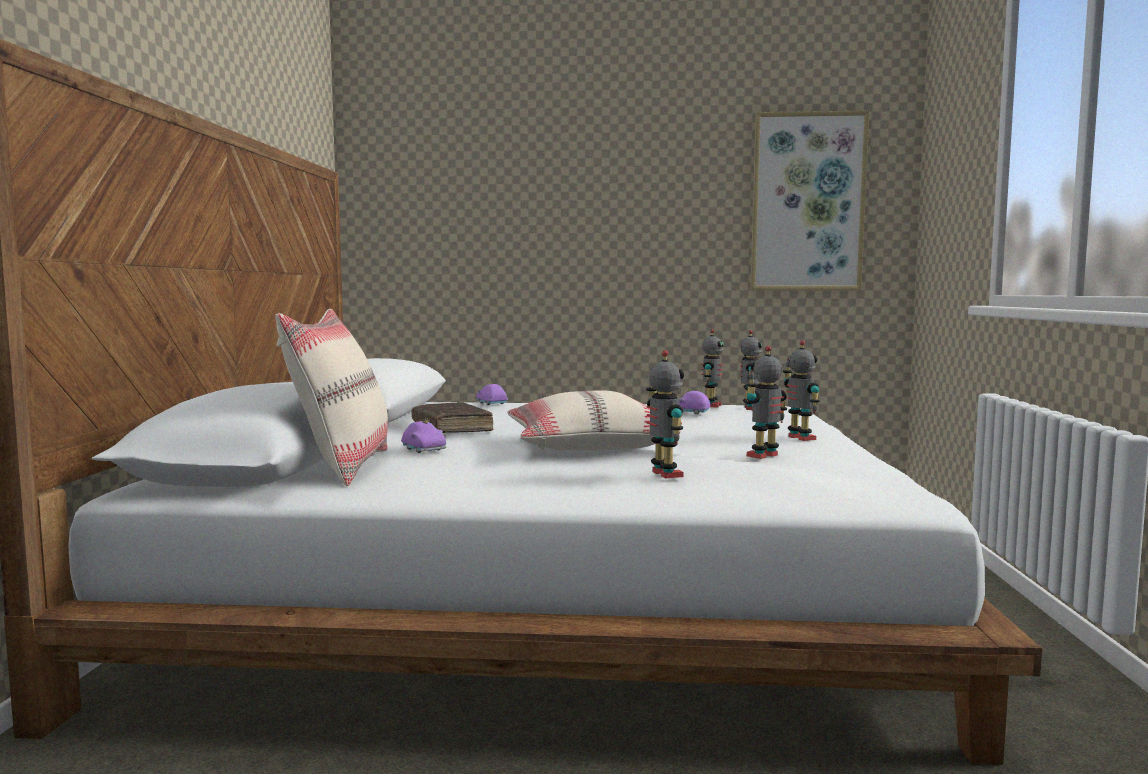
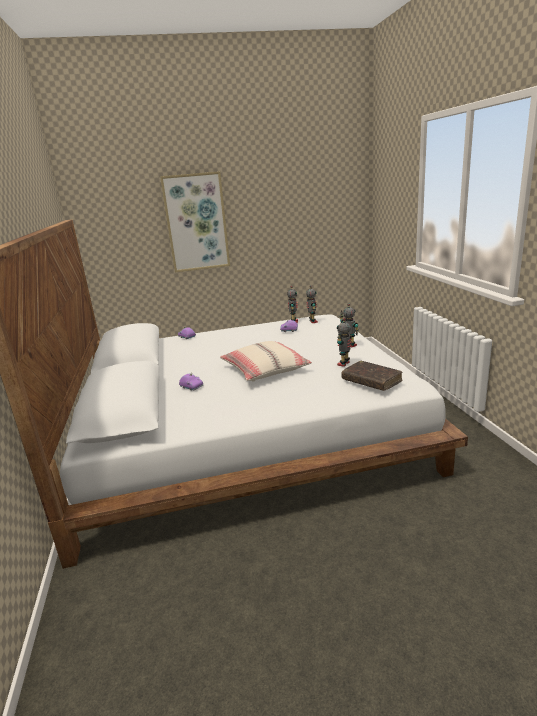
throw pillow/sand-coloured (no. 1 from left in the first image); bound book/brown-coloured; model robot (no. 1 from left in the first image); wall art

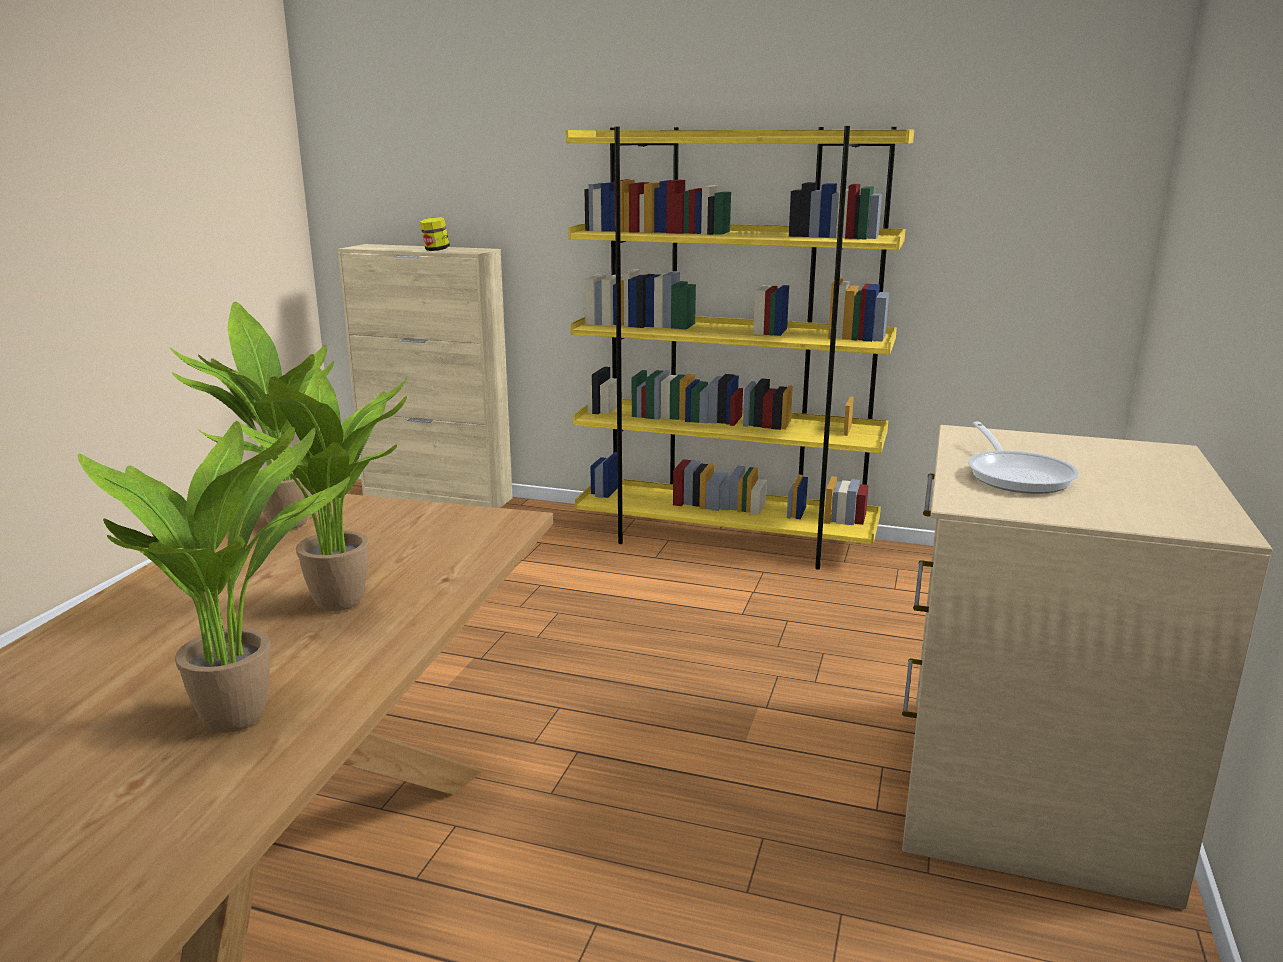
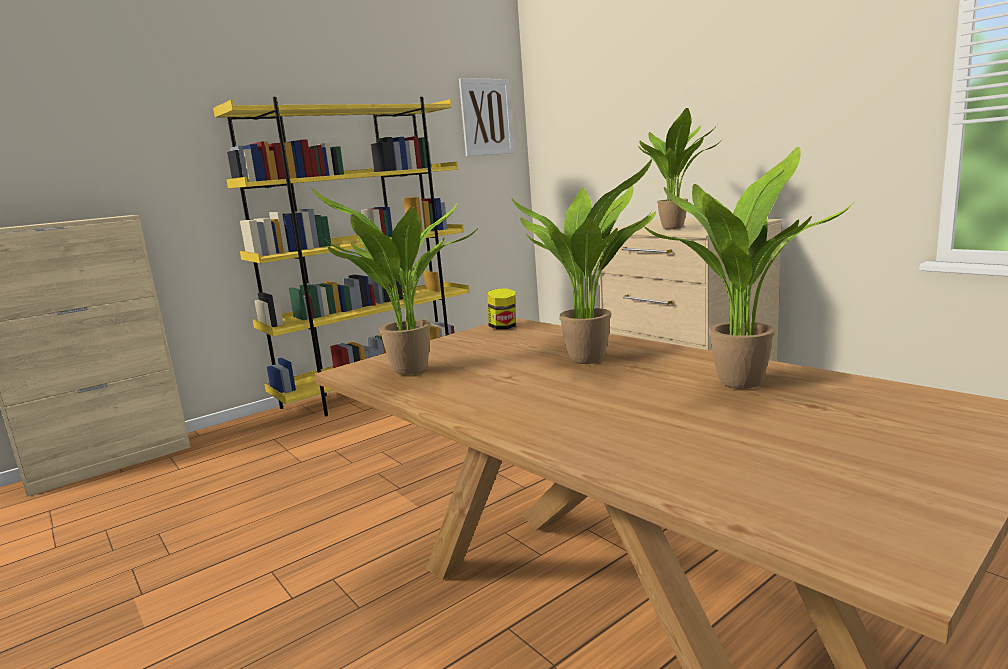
preserve jar; potted plant (no. 3 from left); wall art

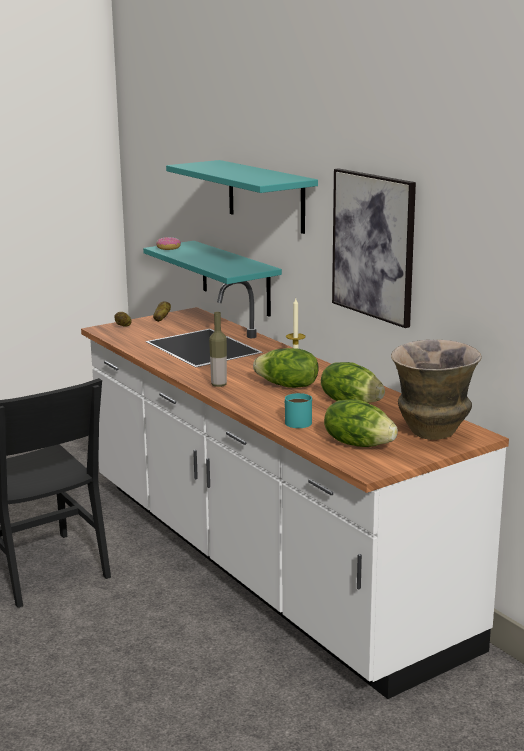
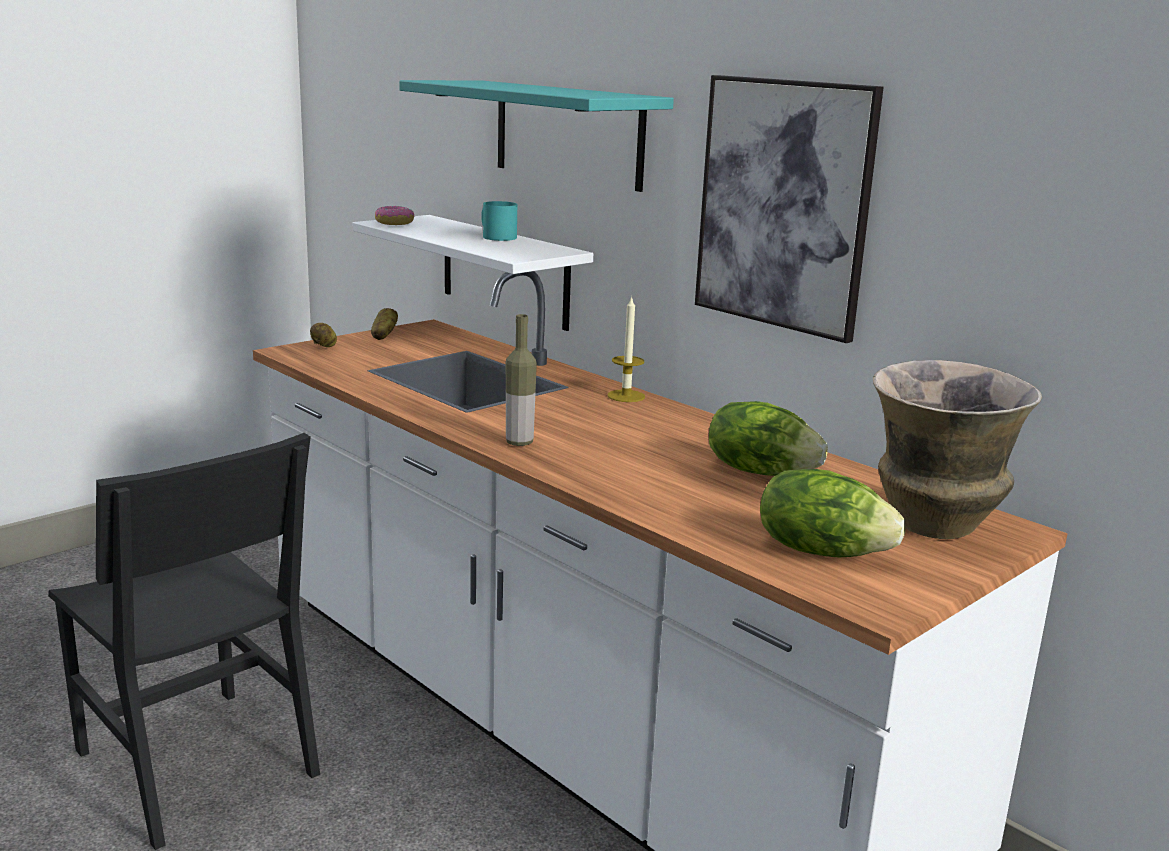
shelf/whitish; lettuce head (no. 1 from left in the first image); coffee mug/turquoise-coloured

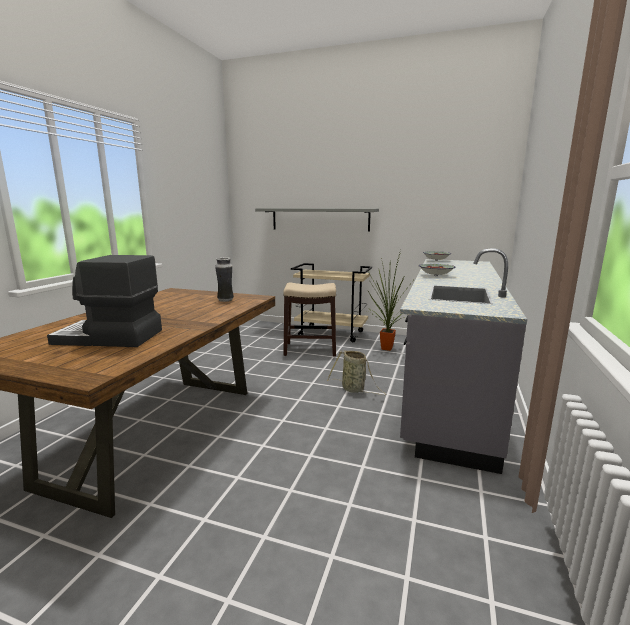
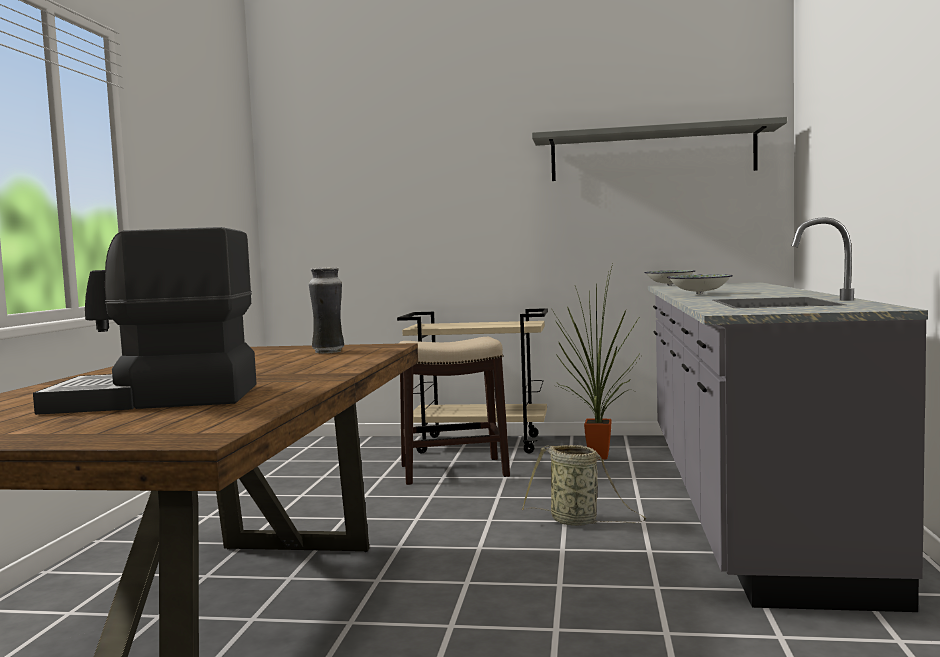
shelf/gray

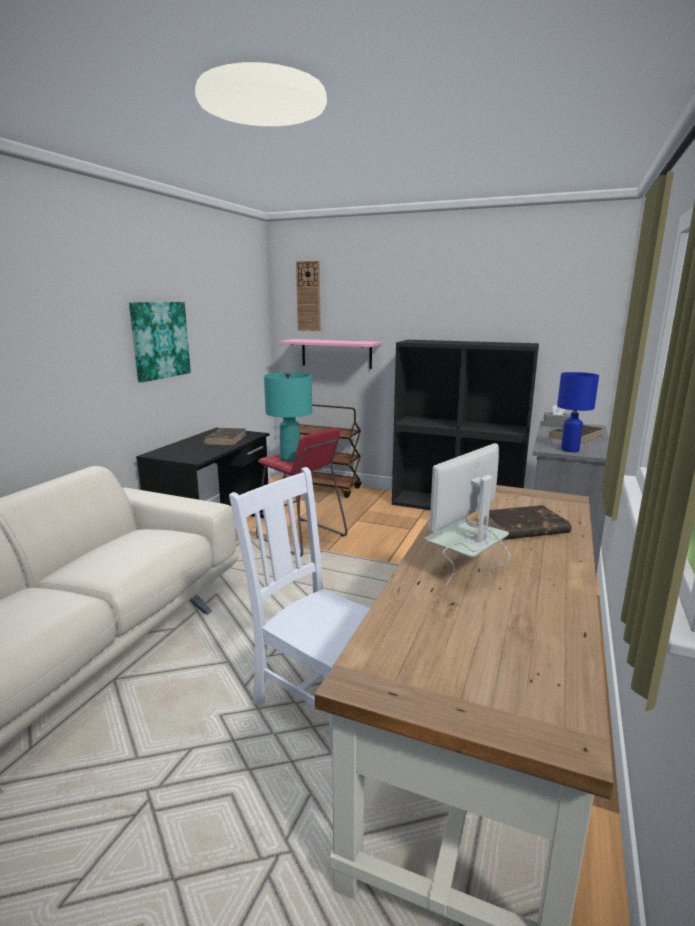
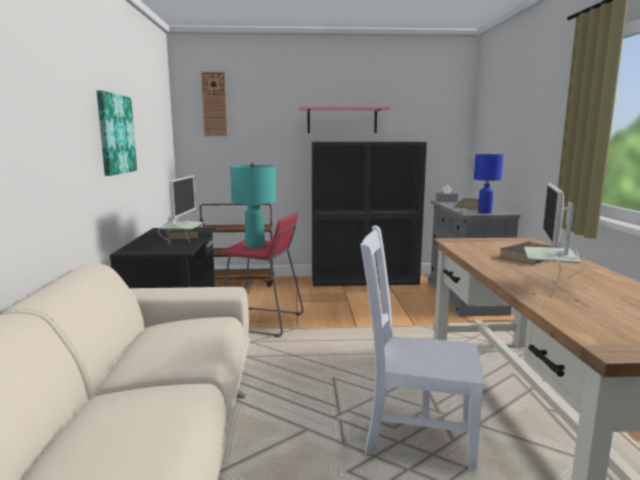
shelf/pink-coloured; computer screen (no. 1 from left)

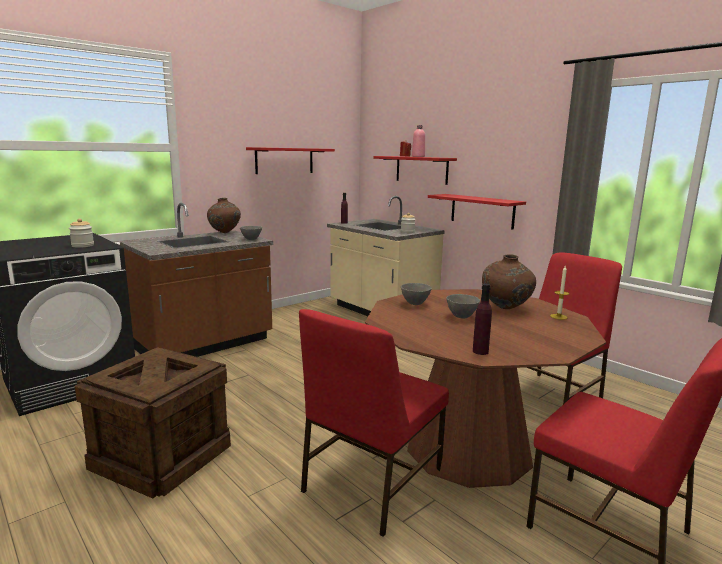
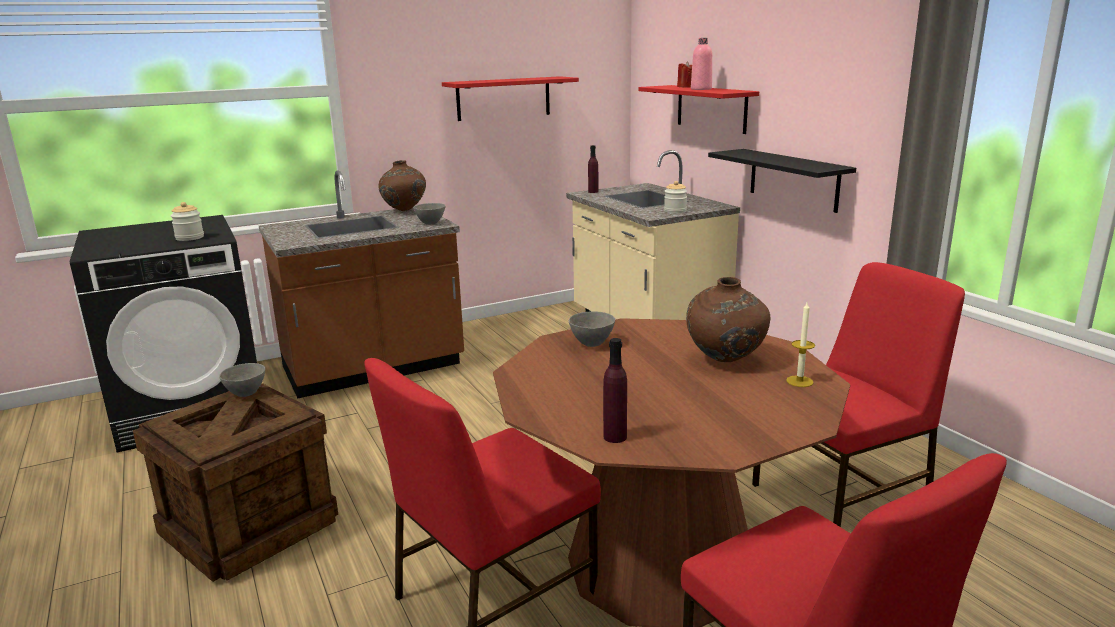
shelf/black-coloured; bowl/gray (no. 1 from left)

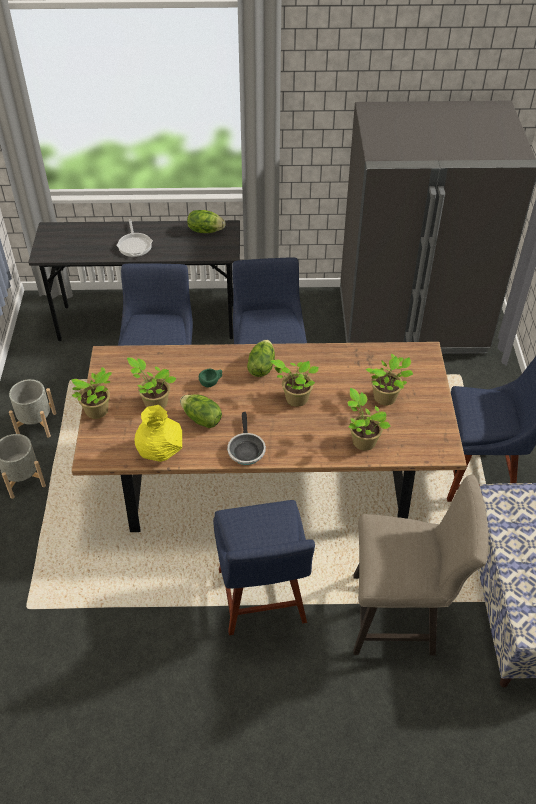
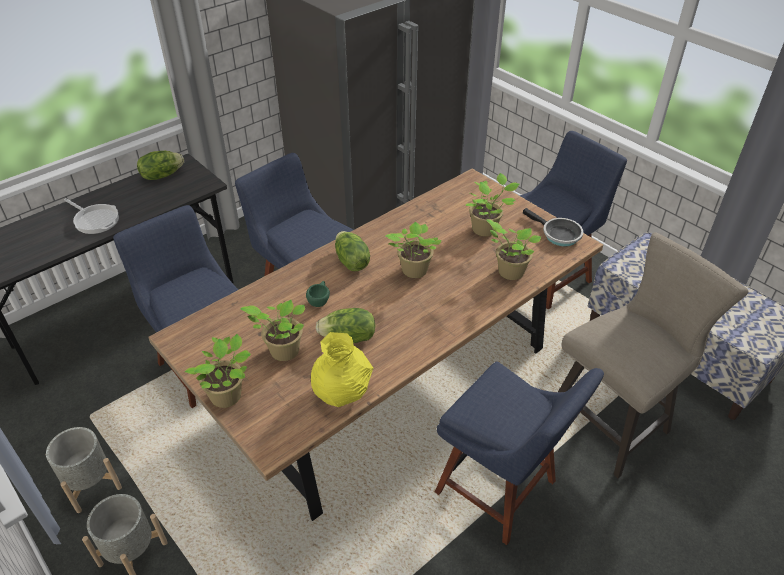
frying pan (no. 2 from left)

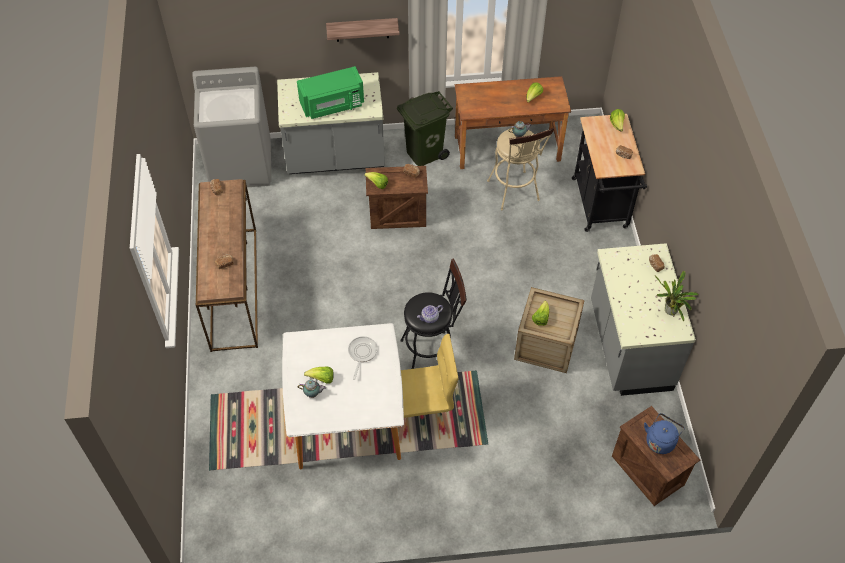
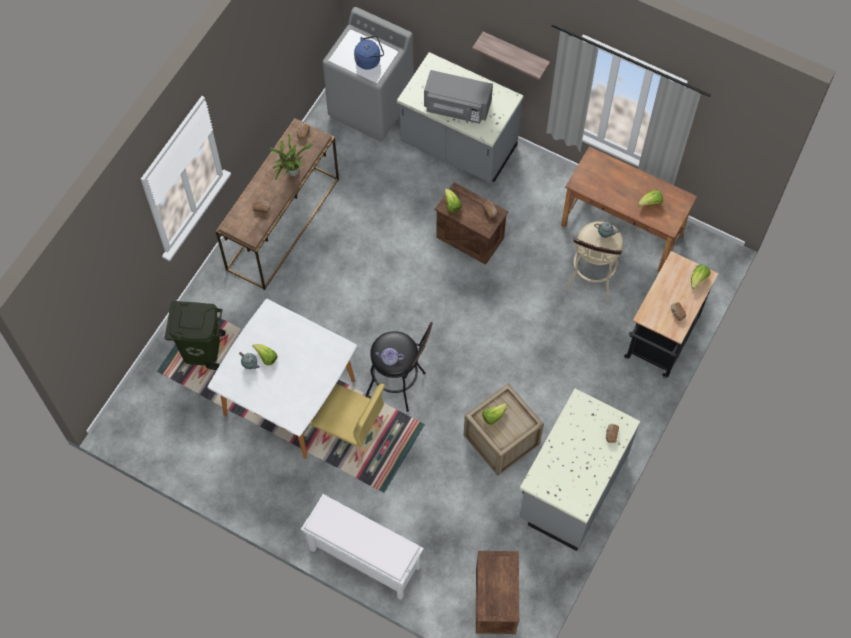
microwave oven/gray; frying pan; waste bin/green-coloured; tea kettle/bluish; potted plant; long seat/whitish

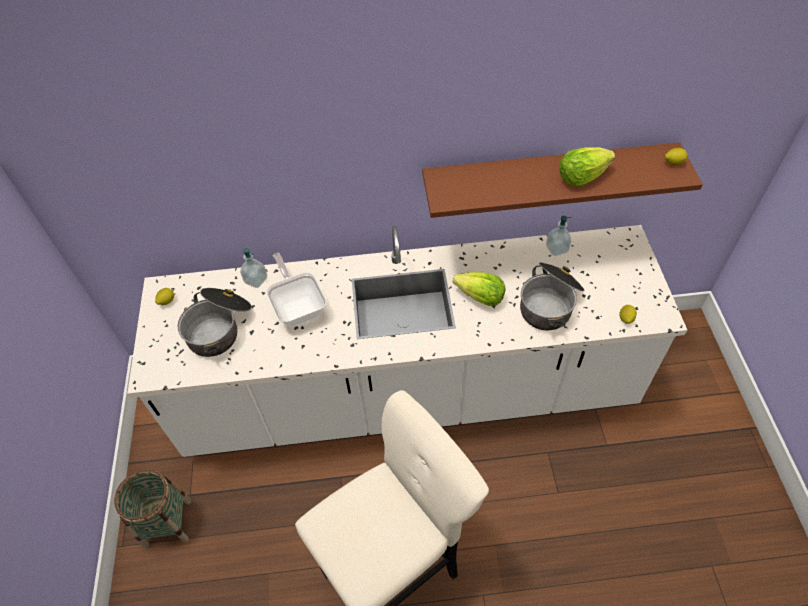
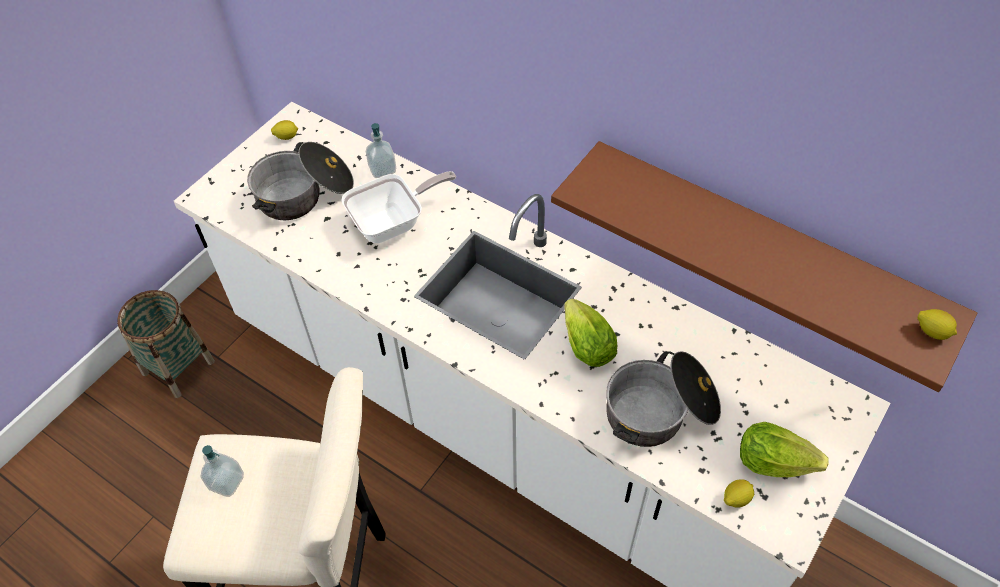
frying pan; liquid soap bottle (no. 1 from left); lettuce head (no. 2 from left)

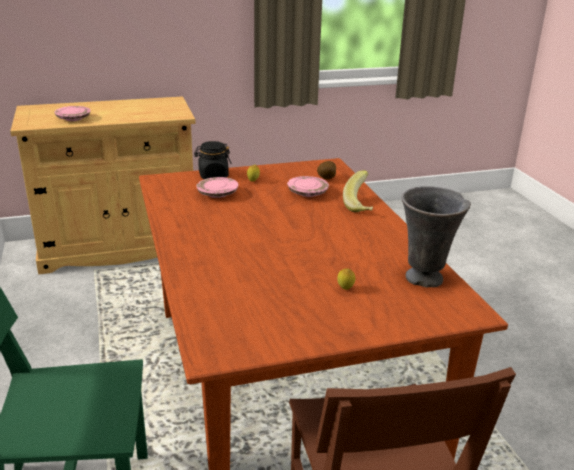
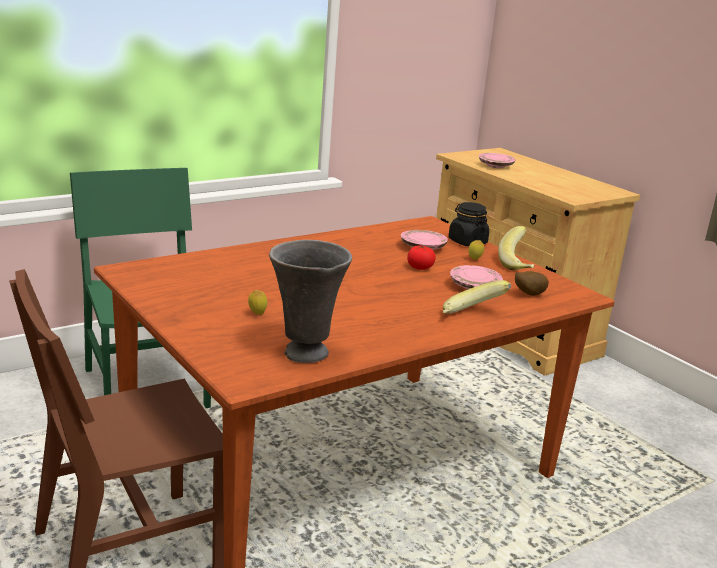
tomato; banana (no. 2 from left)

